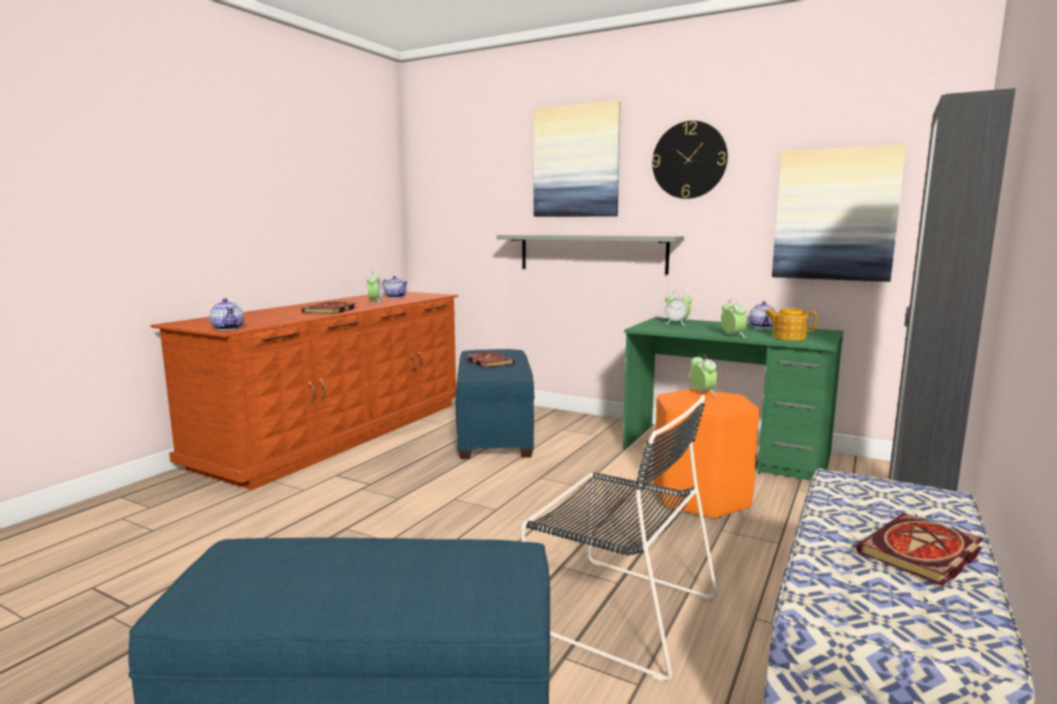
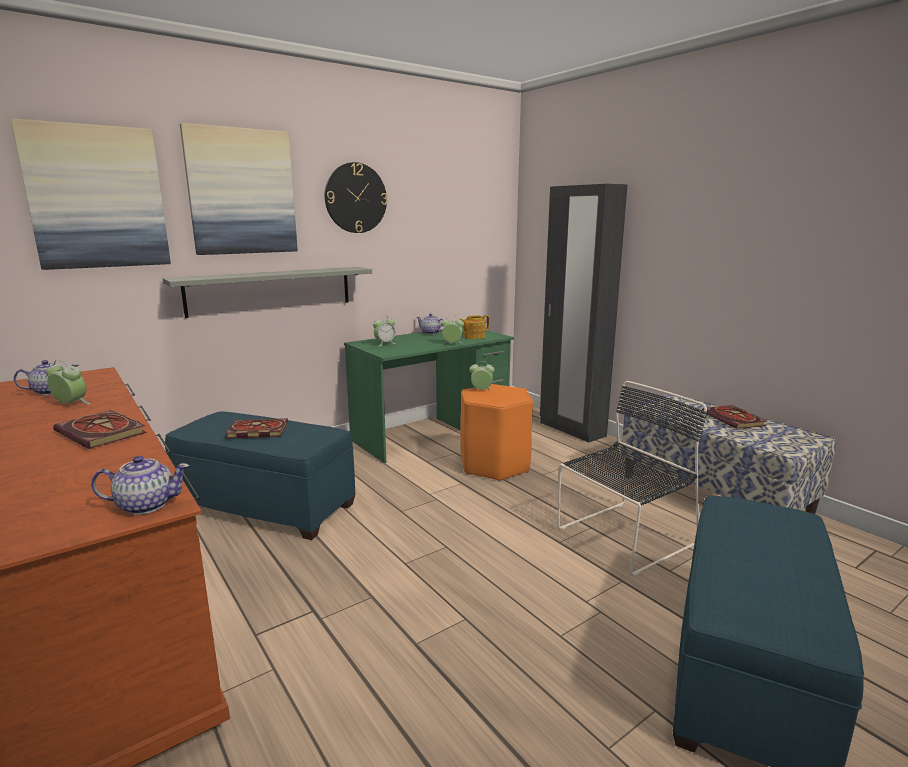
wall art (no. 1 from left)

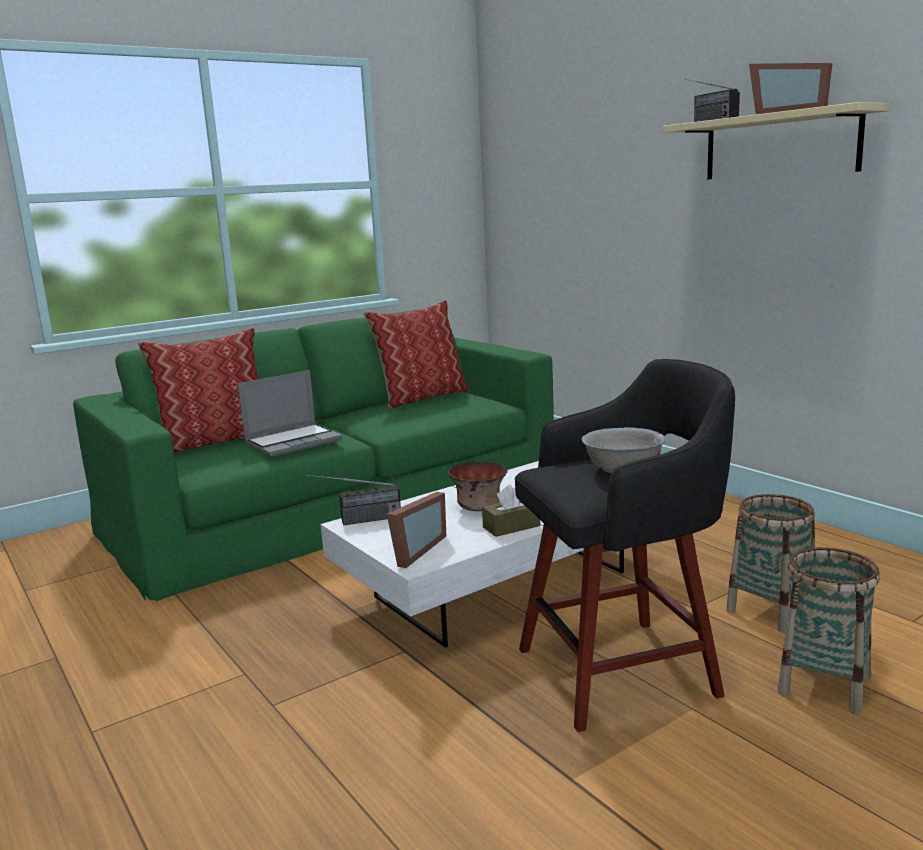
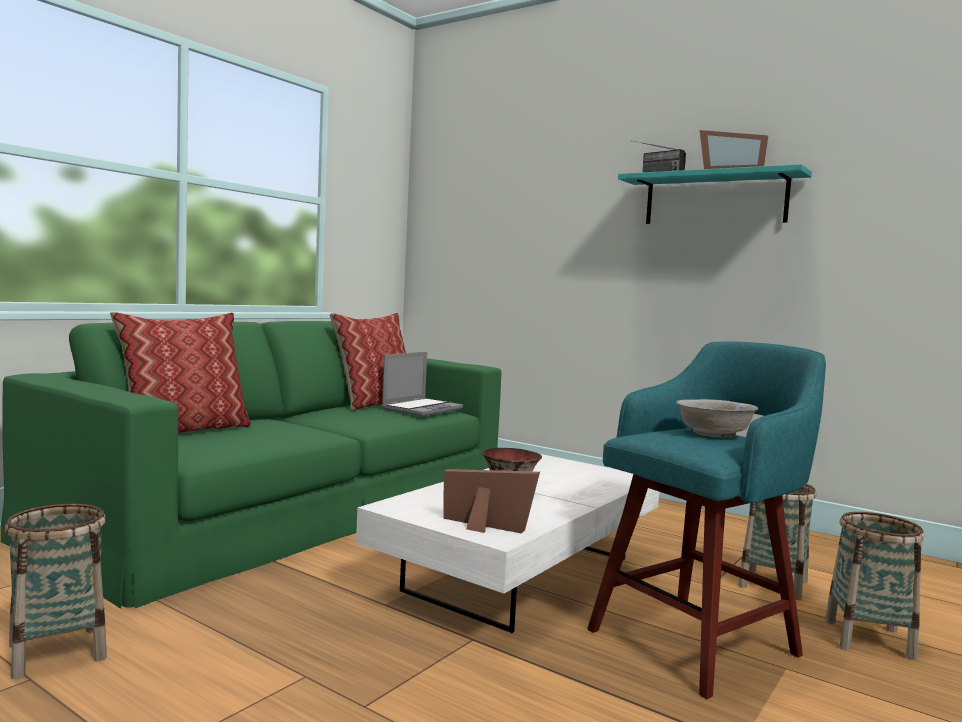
laptop; radio (no. 1 from left in the first image); standing frame (no. 1 from left); box of tissues/brown-coloured; sitting stool/turquoise-coloured; shelf/turquoise-coloured; storage basket (no. 1 from left)

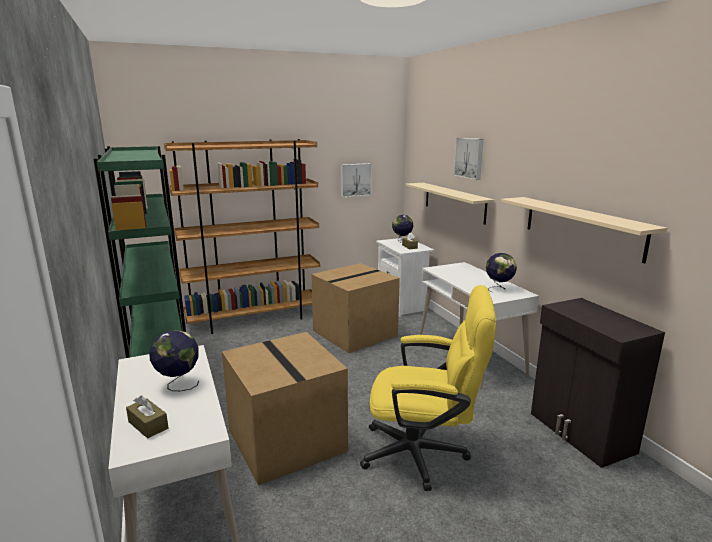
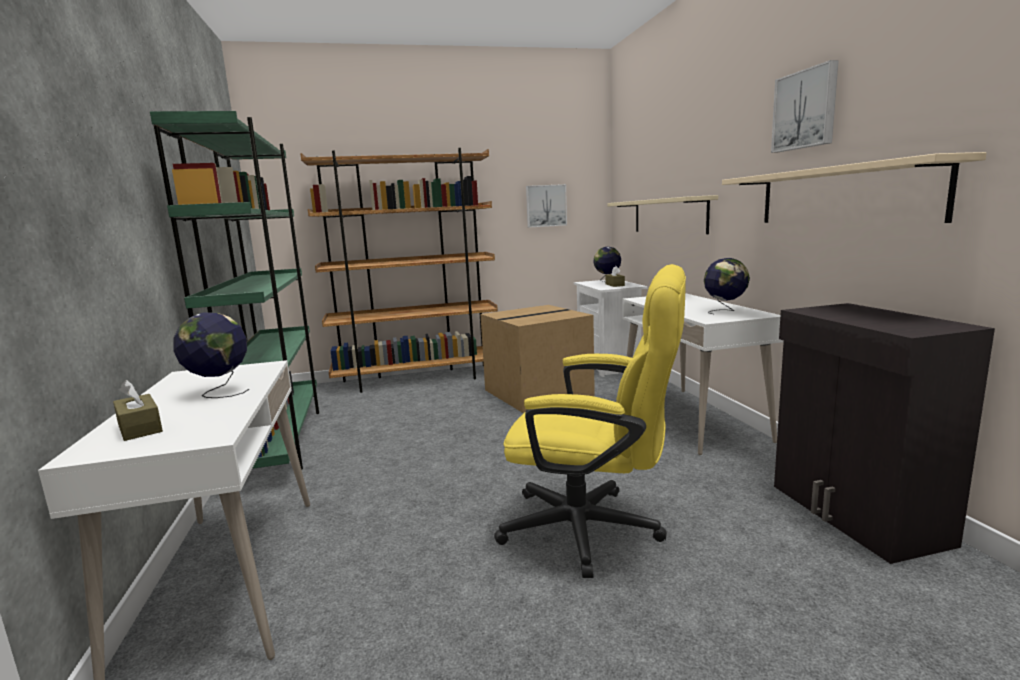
packing box (no. 1 from left in the first image); wall art (no. 2 from left)

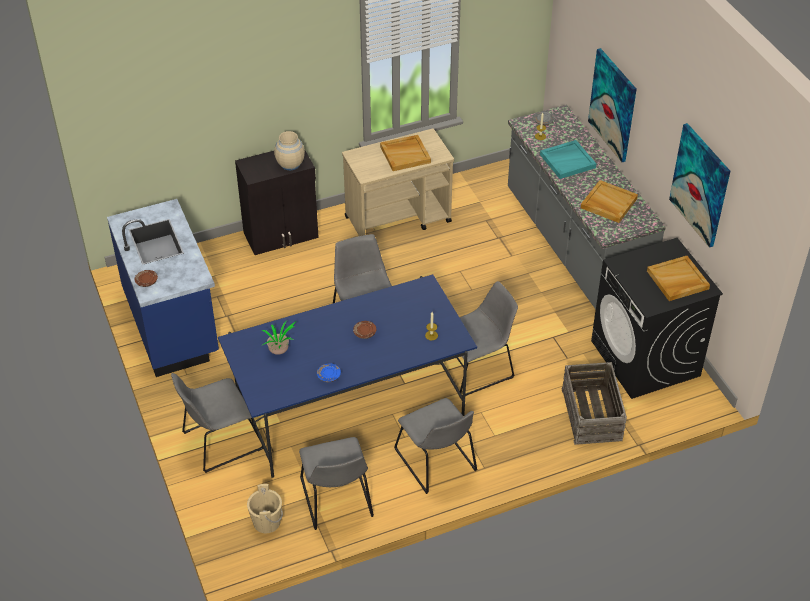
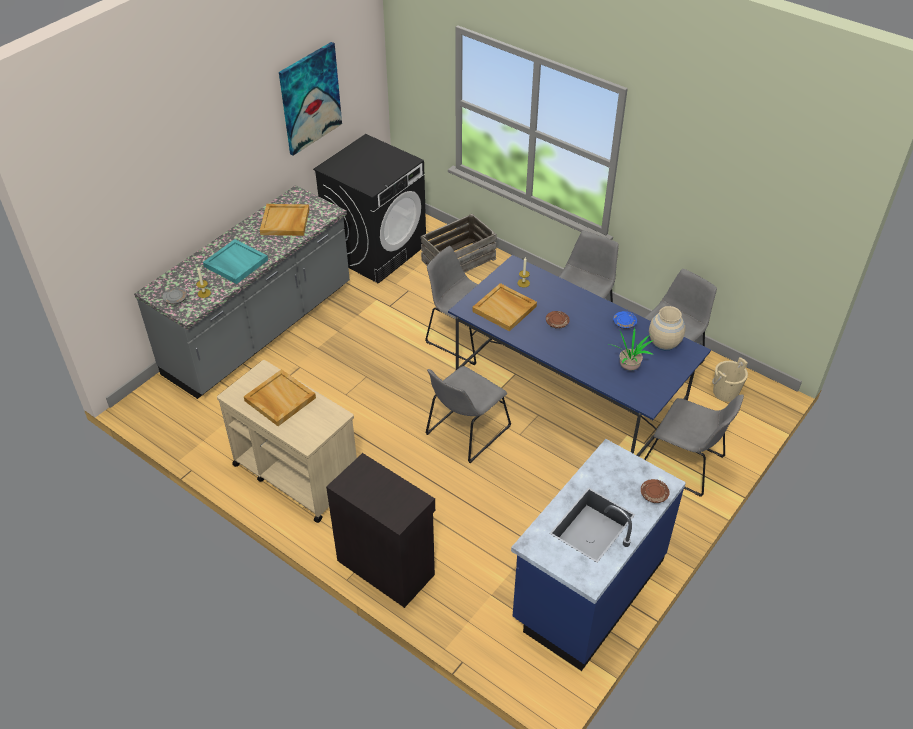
decorative vase/sand-coloured; wall art (no. 1 from left in the first image); carrying tray/sand-coloured (no. 3 from left)

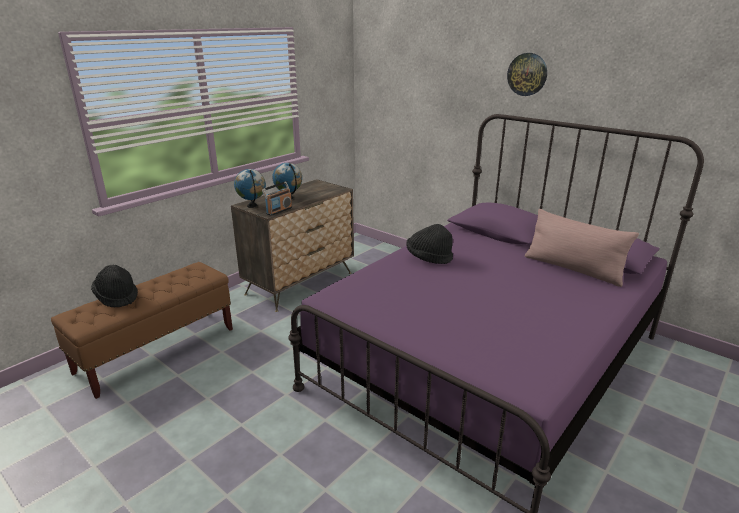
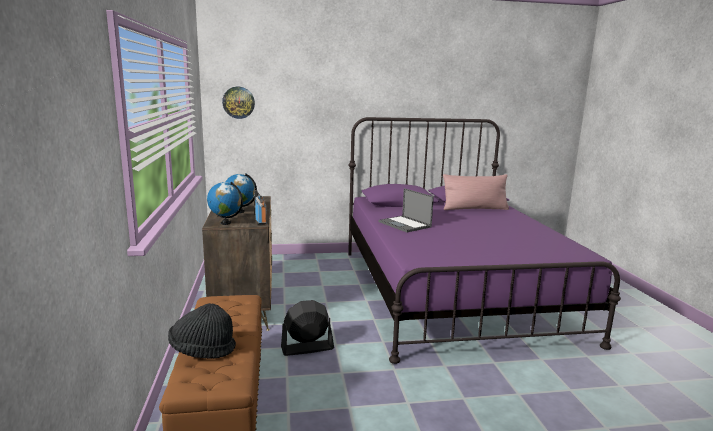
laptop; hanging clock; cooling fan/black-coloured

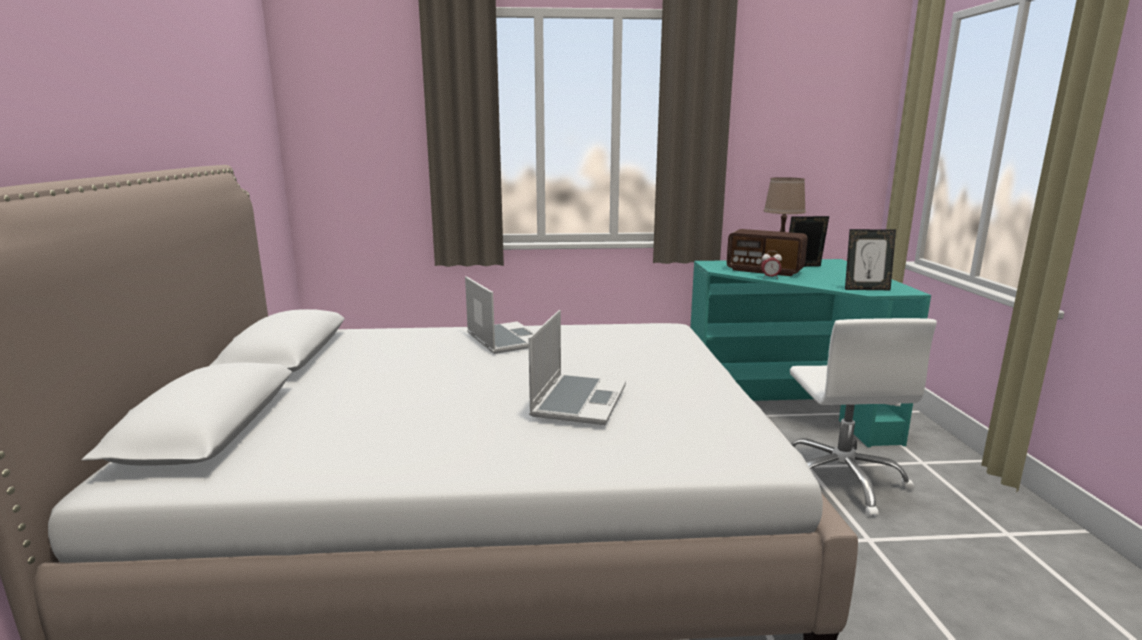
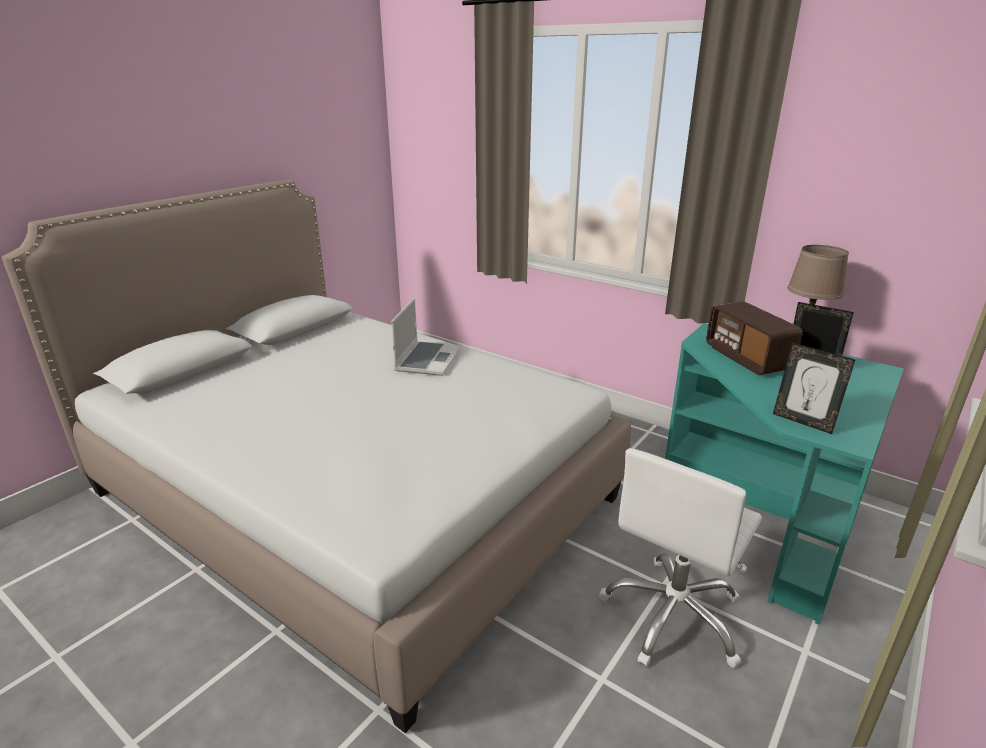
laptop (no. 2 from left in the first image); alarm clock

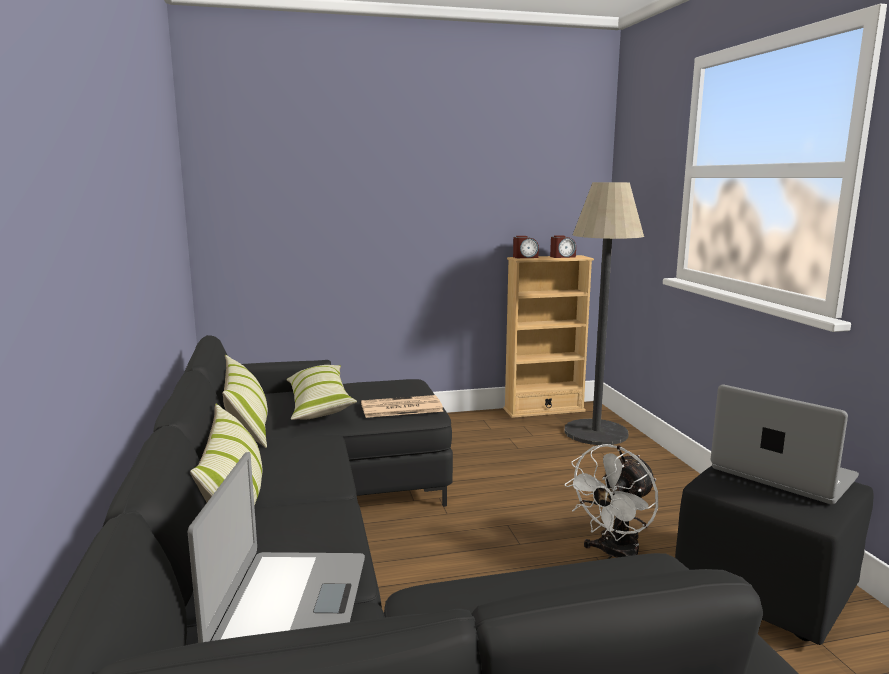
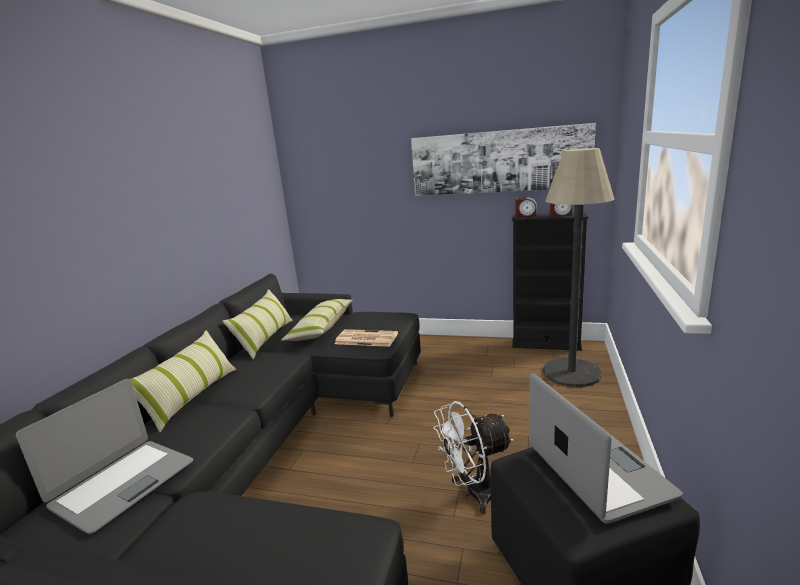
bookcase/black-coloured; wall art

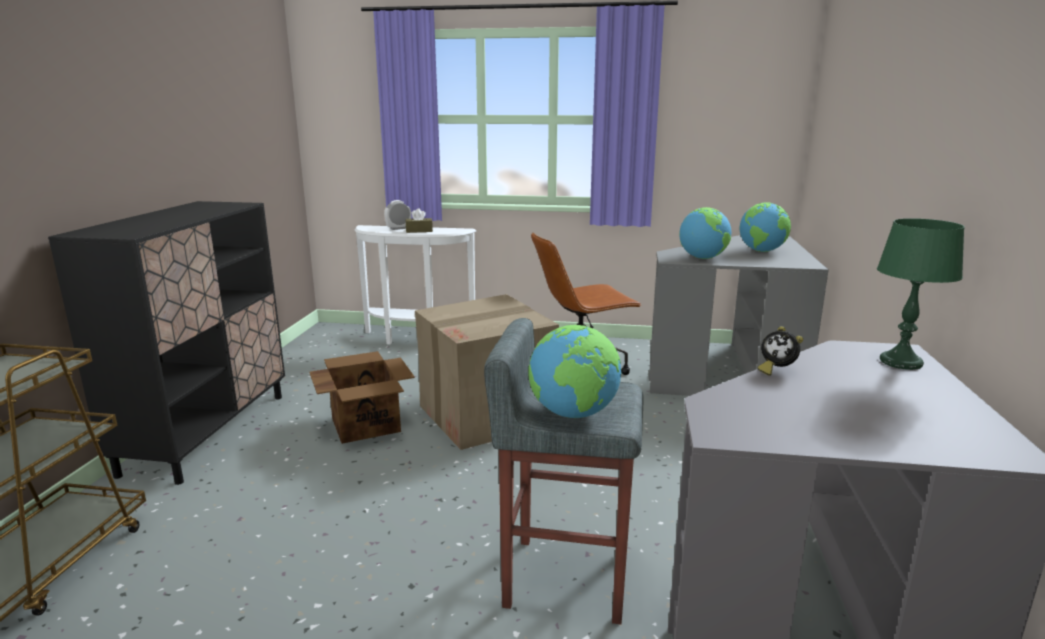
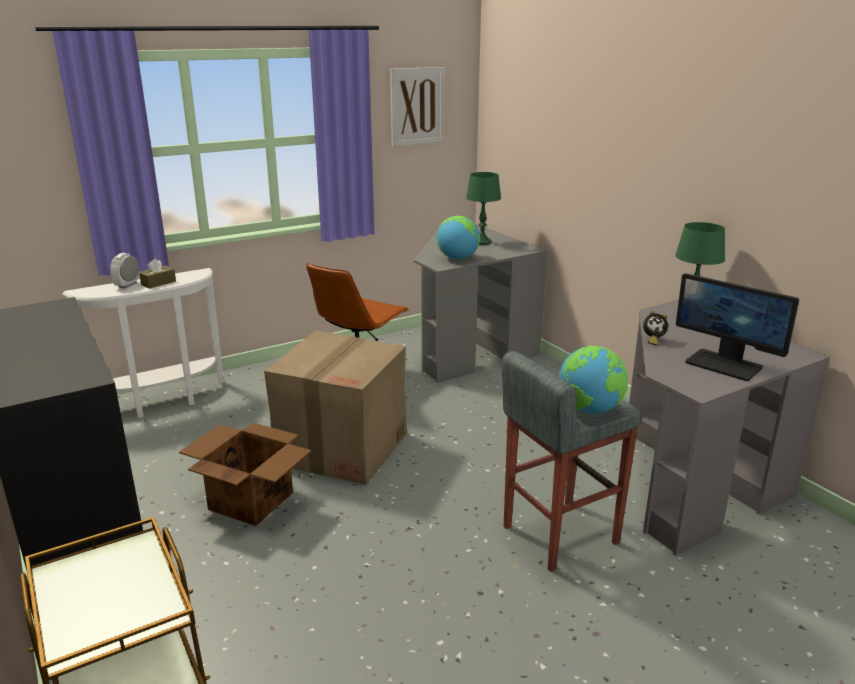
lamp for a table/green-coloured (no. 1 from left); wall art; computer screen

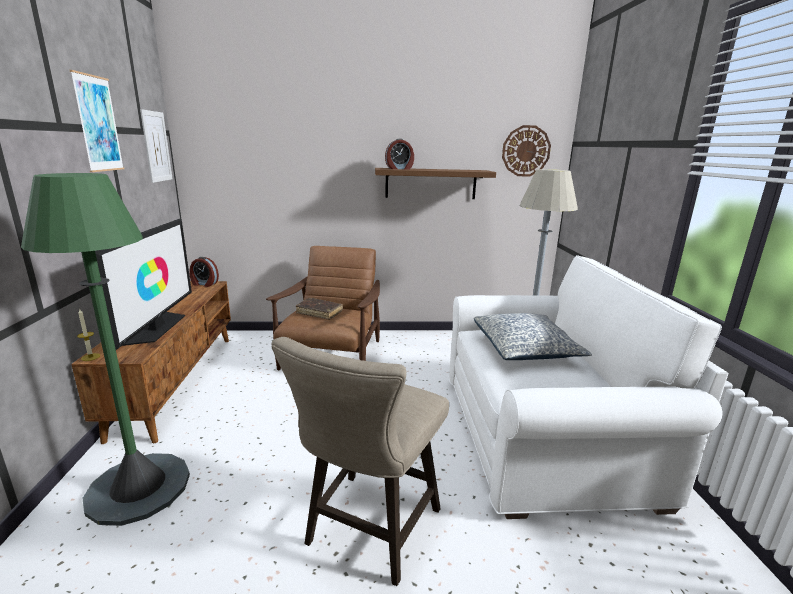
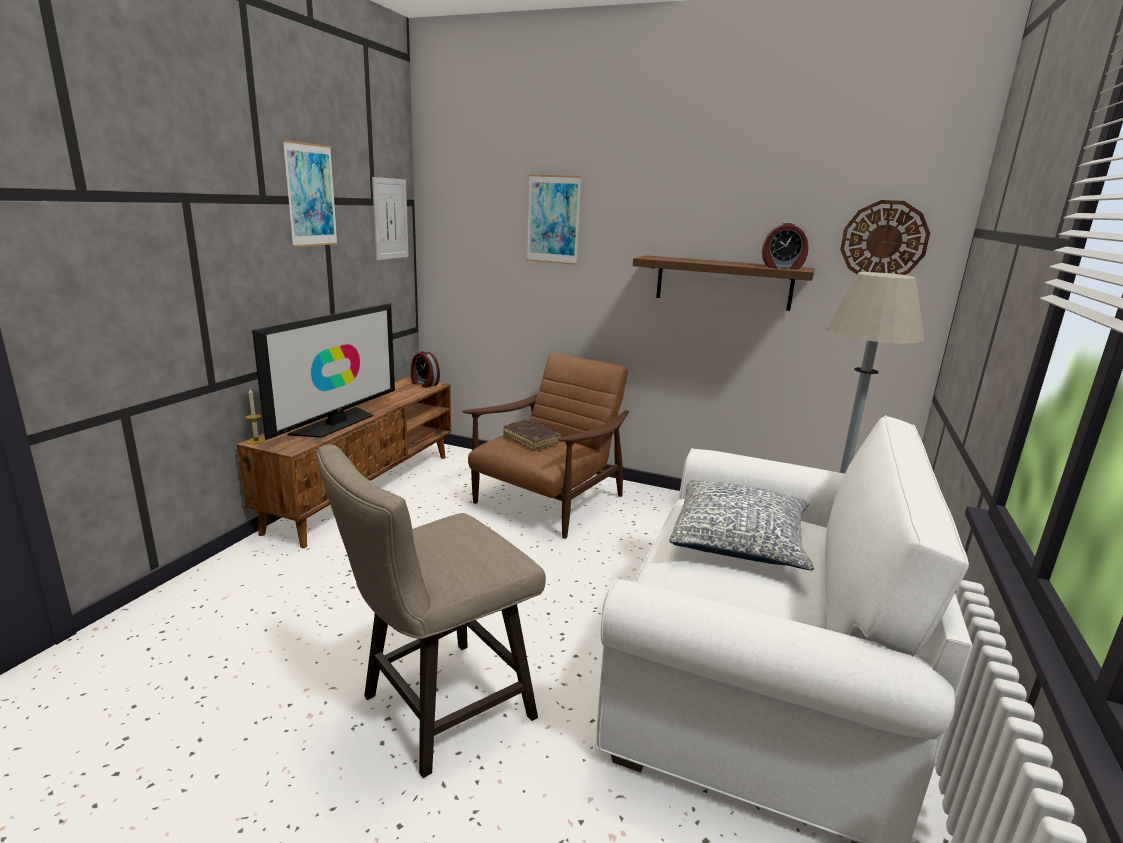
standard lamp/green-coloured; alarm clock (no. 2 from left); wall art (no. 3 from left)

